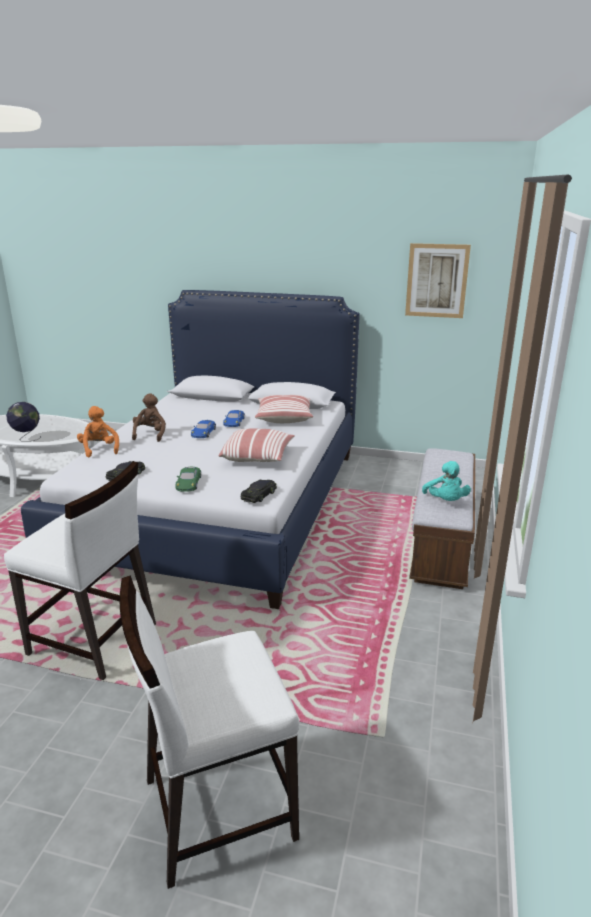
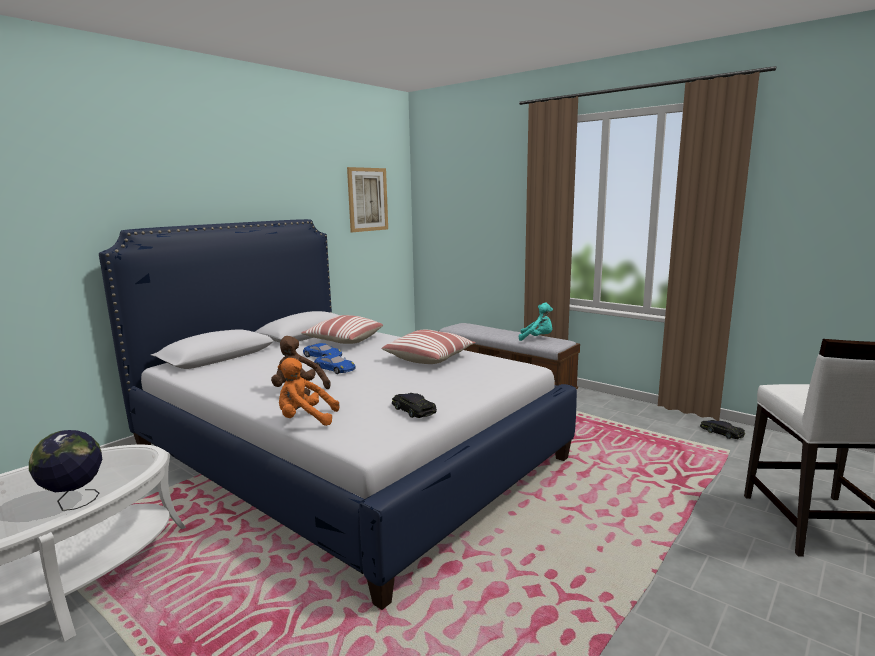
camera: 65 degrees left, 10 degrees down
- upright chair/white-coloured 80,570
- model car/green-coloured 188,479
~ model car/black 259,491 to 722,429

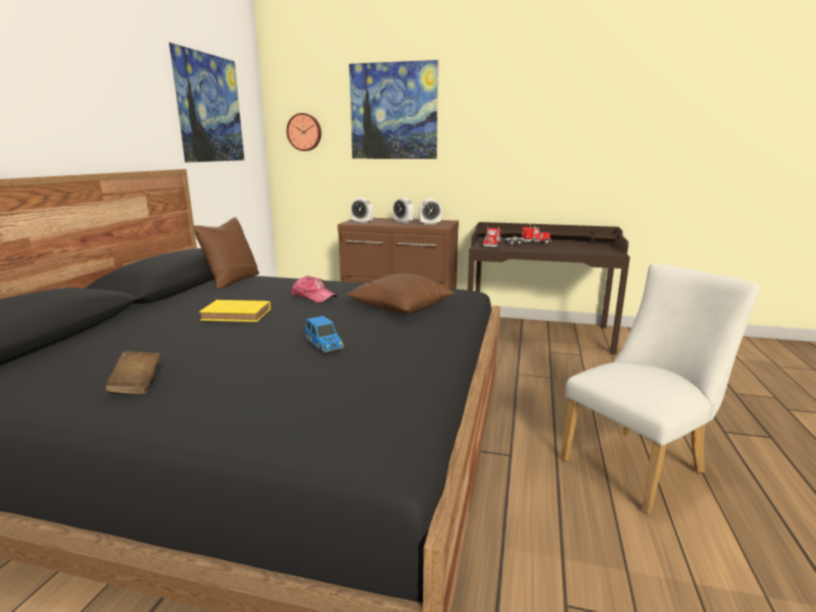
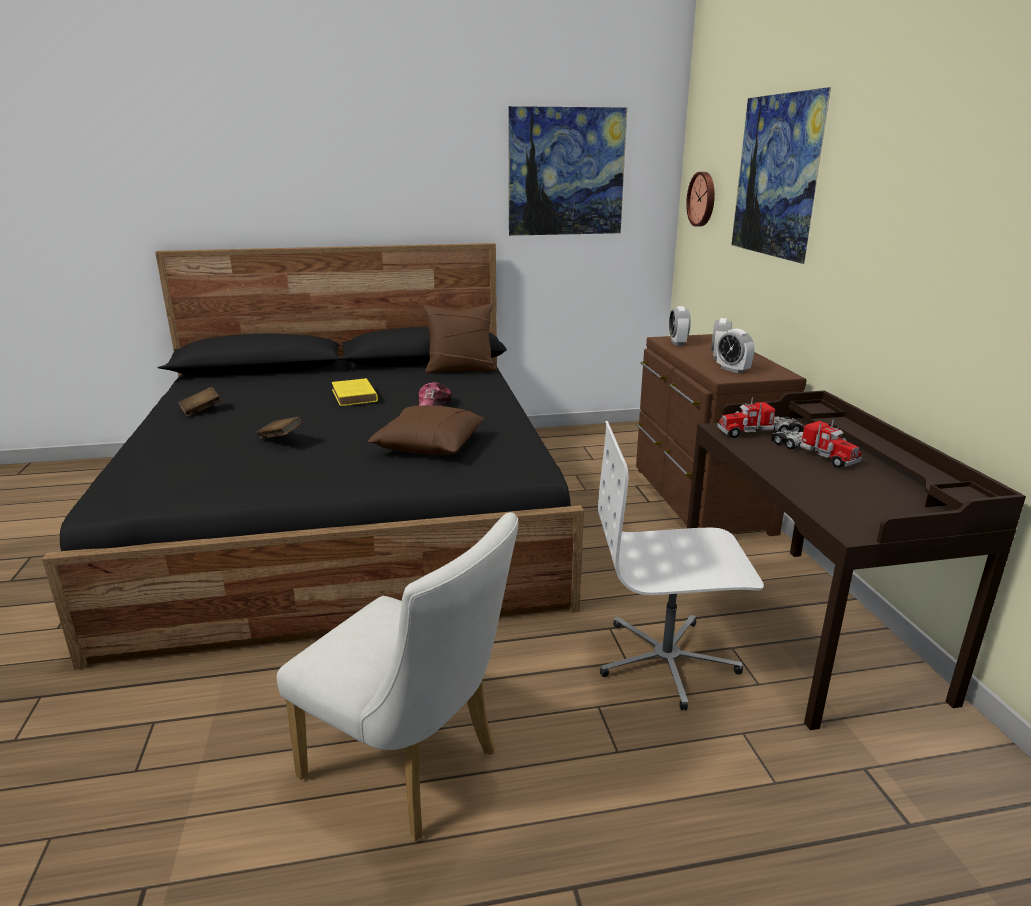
camera: 65 degrees right, 5 degrees up
+ computer chair/white-coloured 681,566
~ model car 324,334 to book/brown-coloured 279,427

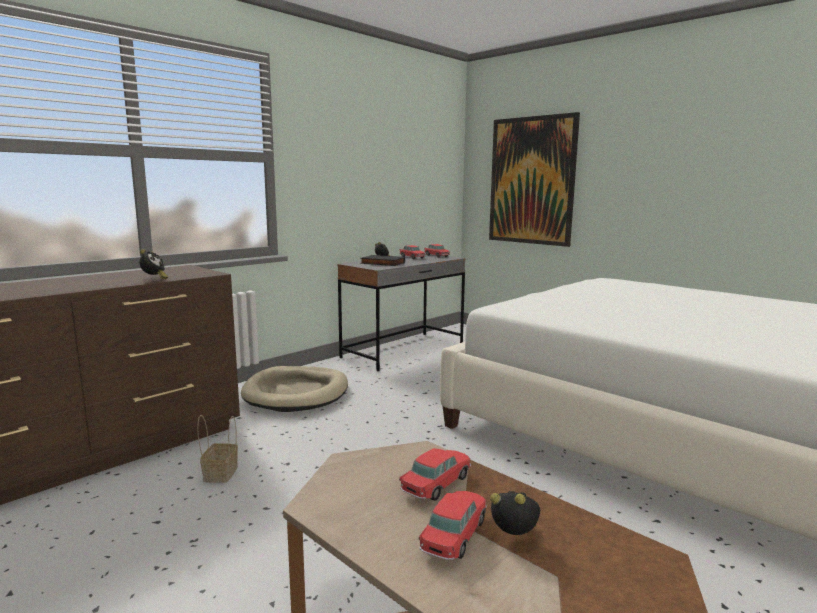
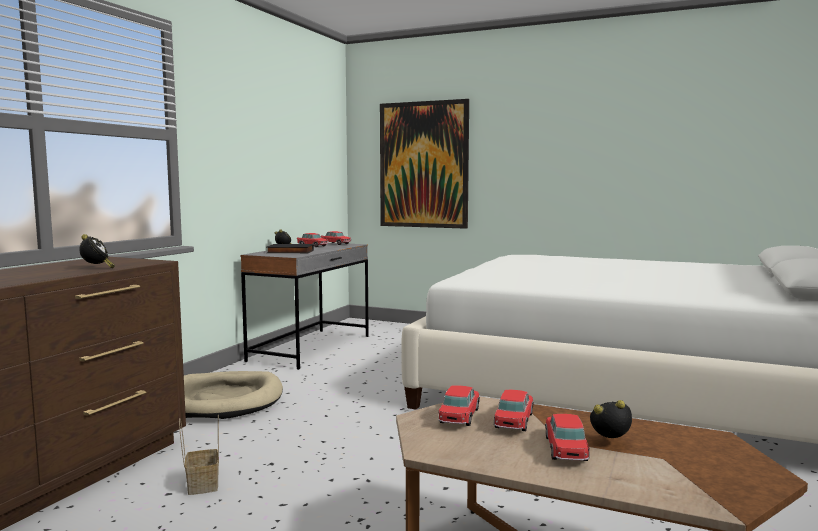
camera: 20 degrees left, 5 degrees down
+ model car 459,405

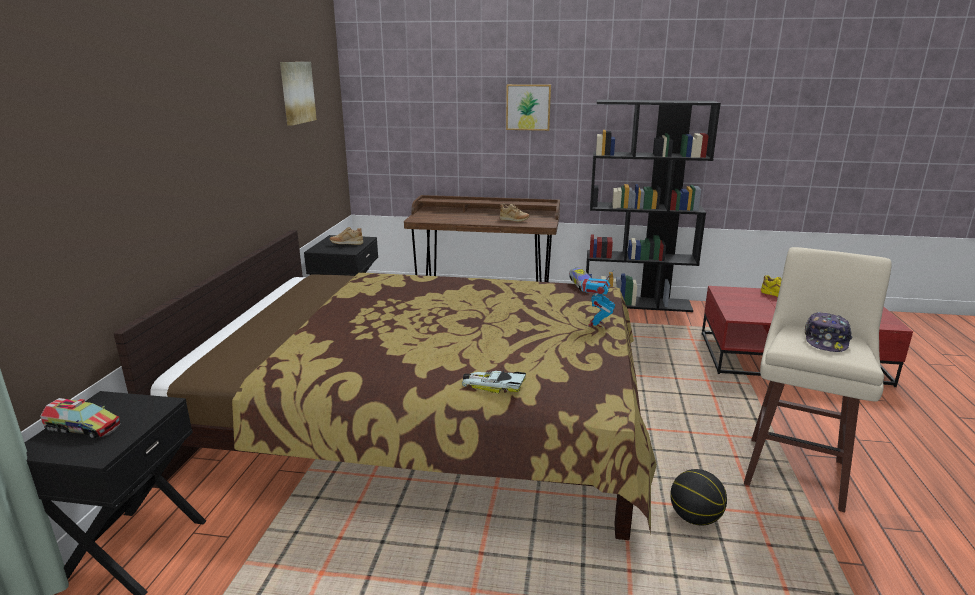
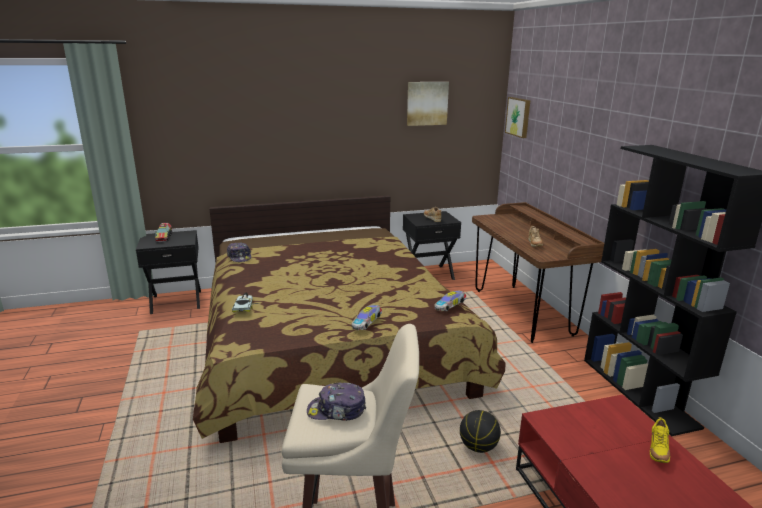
camera: 65 degrees right, 0 degrees up
+ peaked cap 239,252
~ picture 528,107 to 517,117
~ ball for basketball 698,497 to 480,431
~ model robot 597,299 to model car 366,317

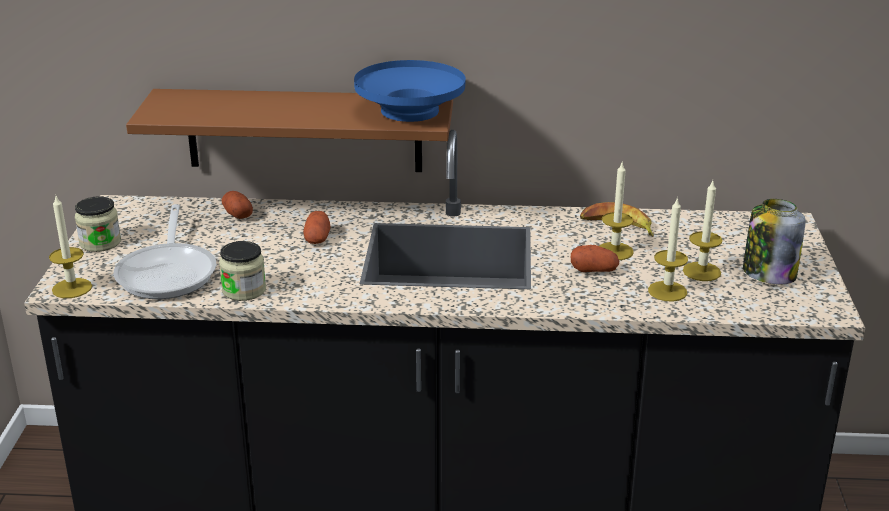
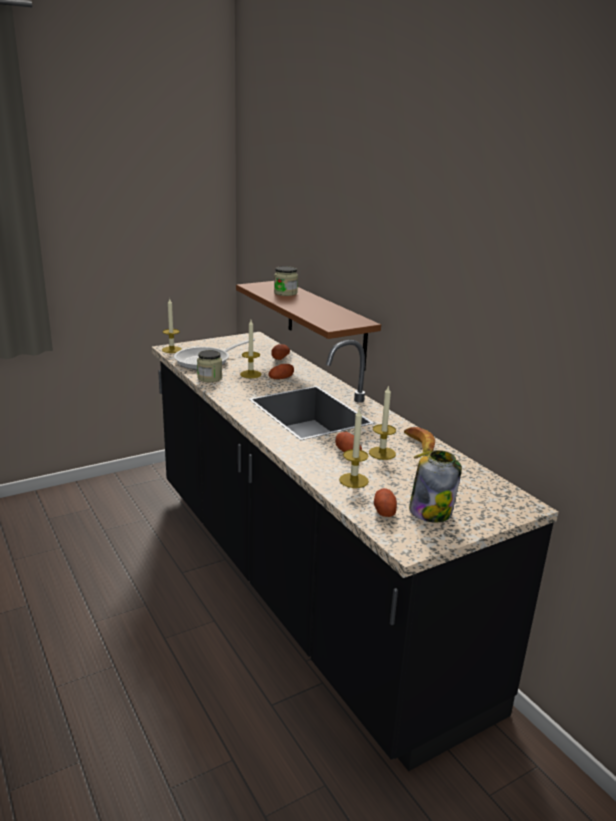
camera: 55 degrees right, 5 degrees down
- serving bowl/blue-coloured 410,91
+ whole potato 385,502
~ jar 98,224 to 286,281
~ candle 702,231 to 251,349

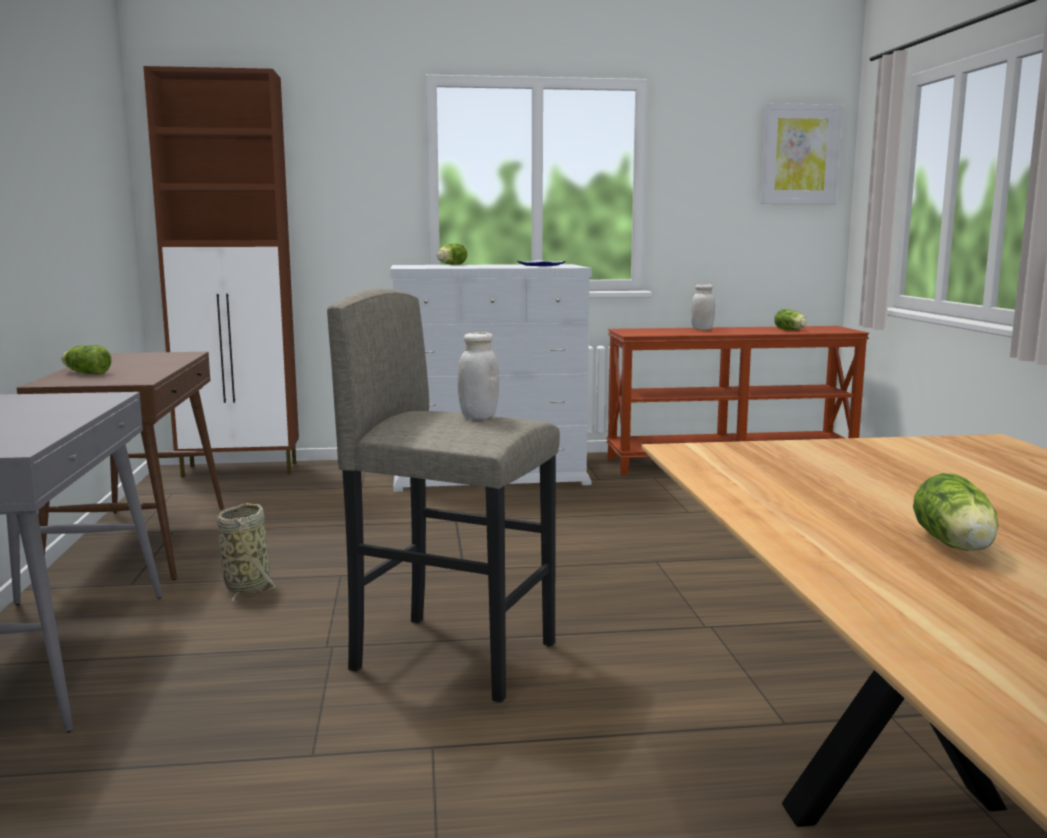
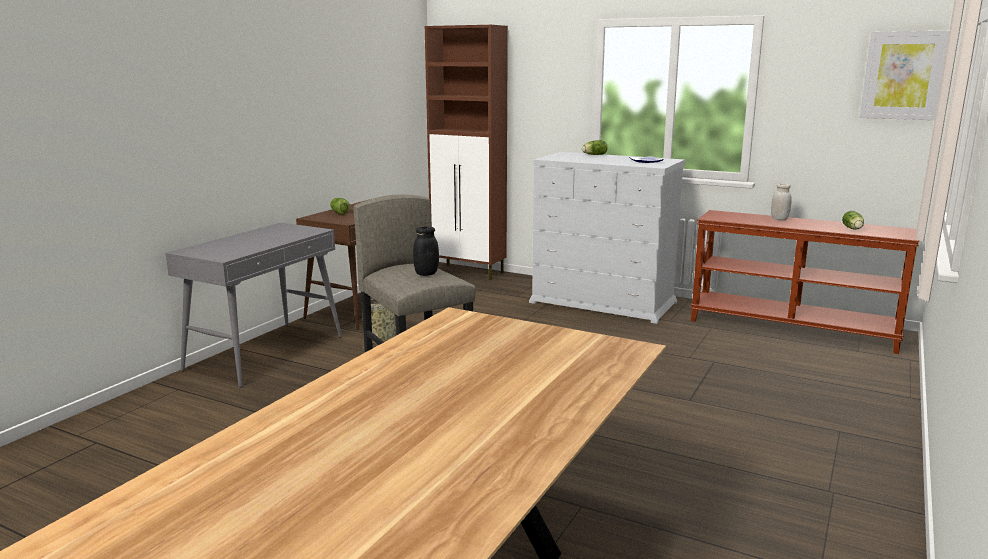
camera: 35 degrees right, 5 degrees up
- lettuce head 955,512
~ jar/white-coloured 478,375 to jar/black 426,251

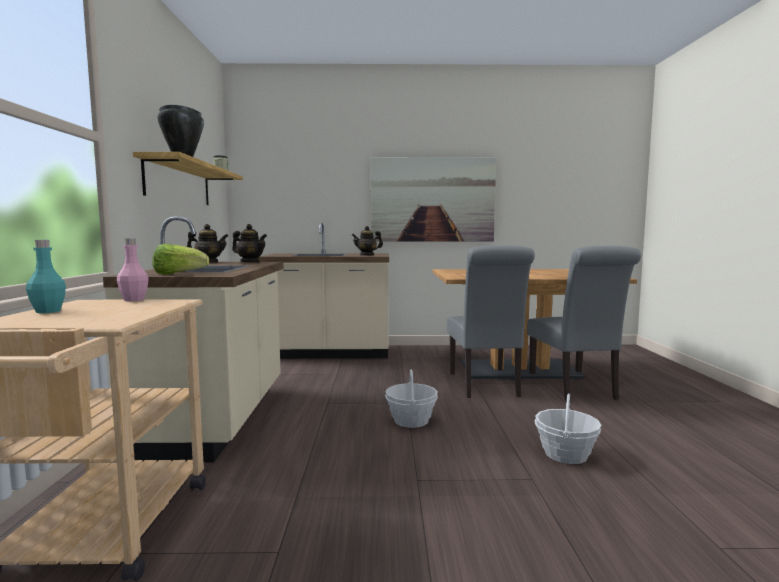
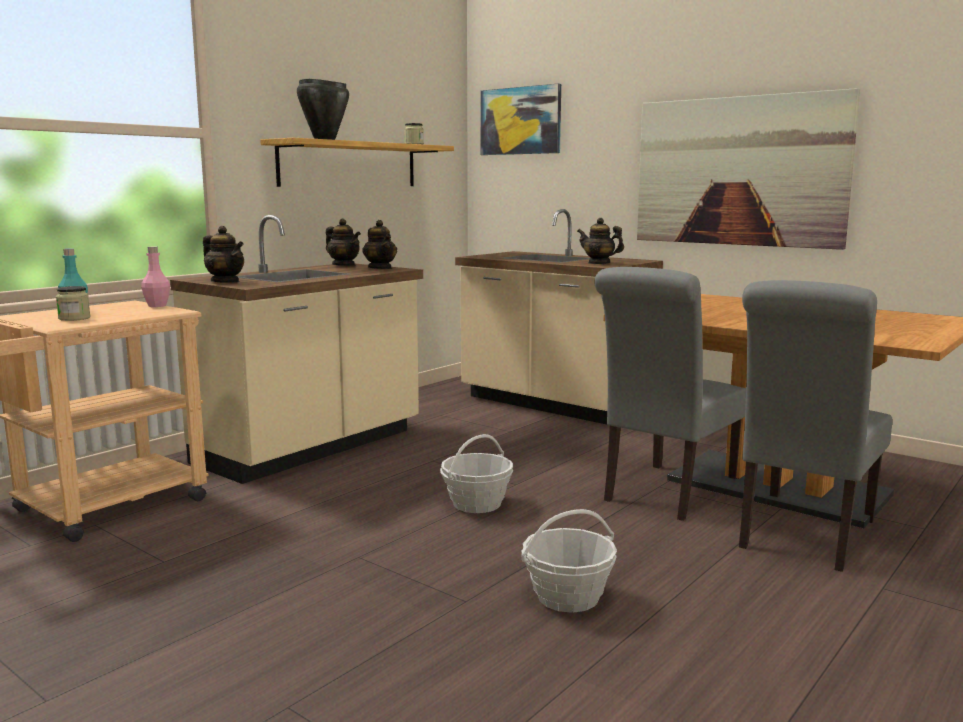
camera: 40 degrees right, 5 degrees up
+ jar 73,303
+ picture 520,119
~ lettuce head 180,259 to tea pot 223,254

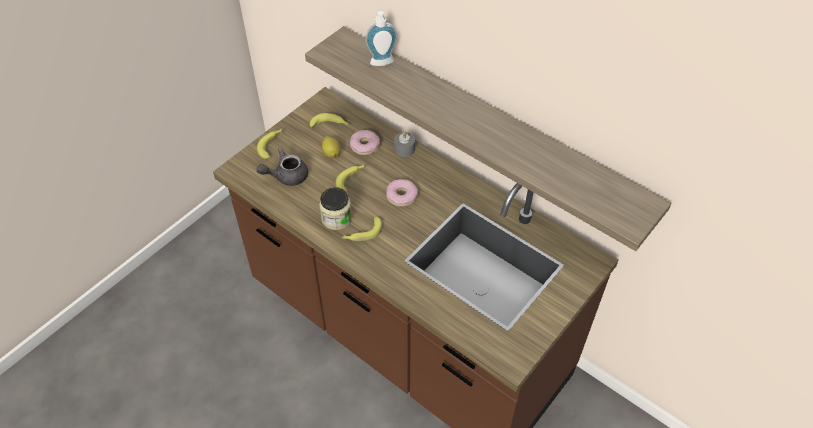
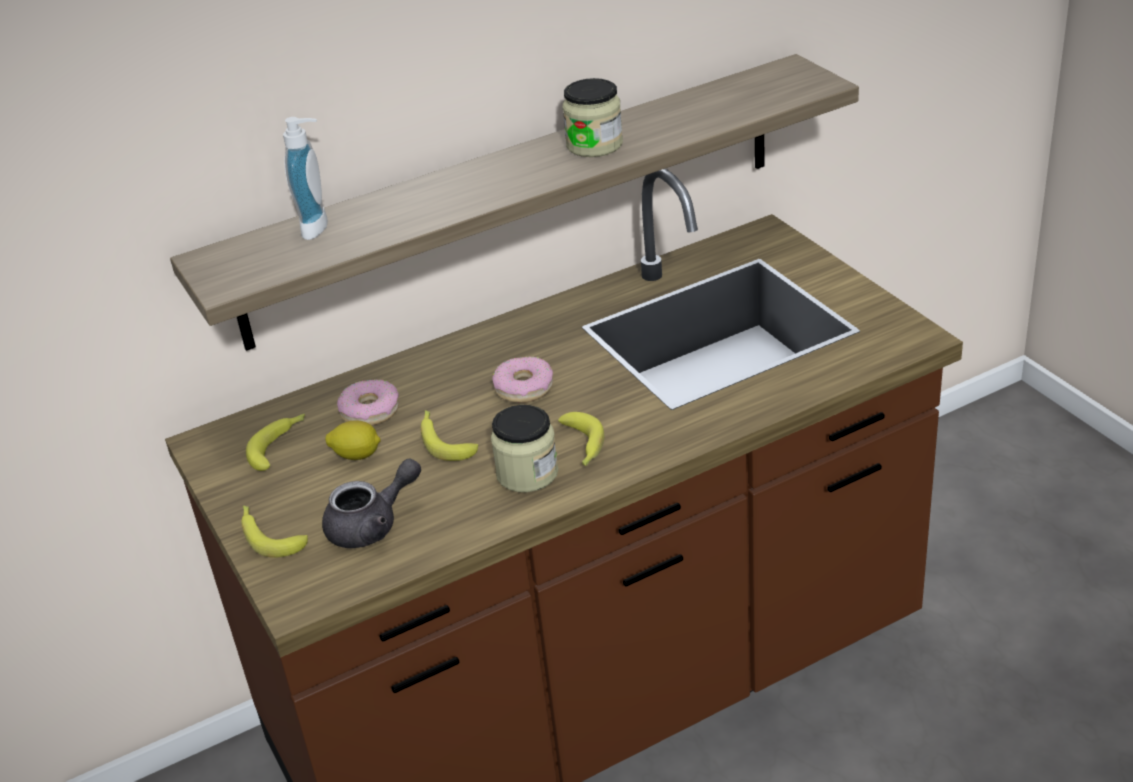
camera: 65 degrees left, 15 degrees down
- candle/grey 404,144
+ jar 593,117
~ tea pot/grey 282,167 = 371,503 120 degrees counterclockwise

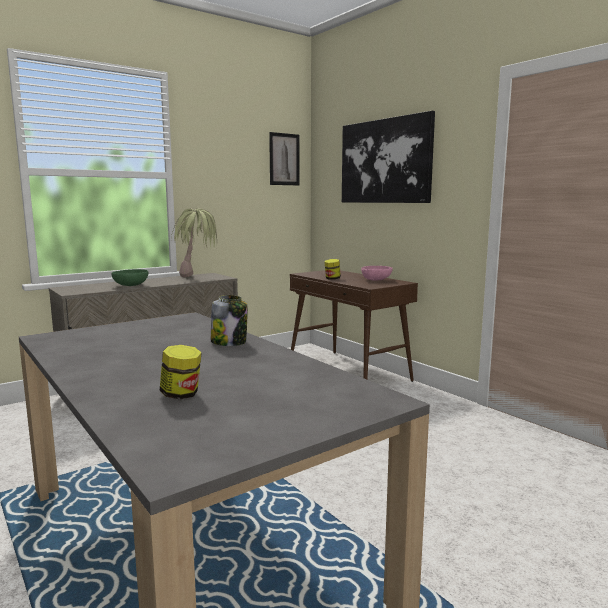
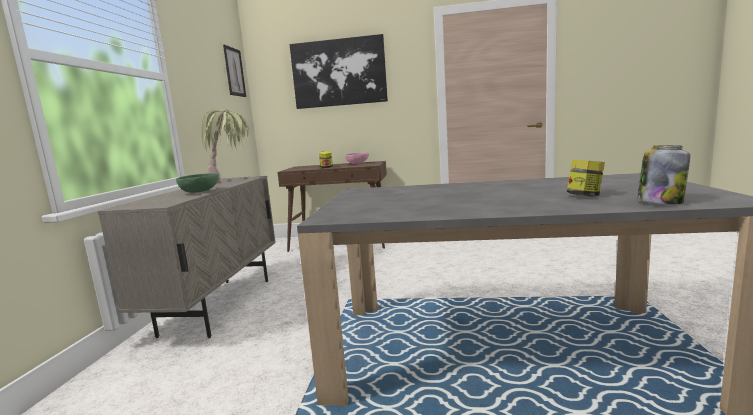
camera: 45 degrees left, 0 degrees up
~ jar 229,320 to 664,174

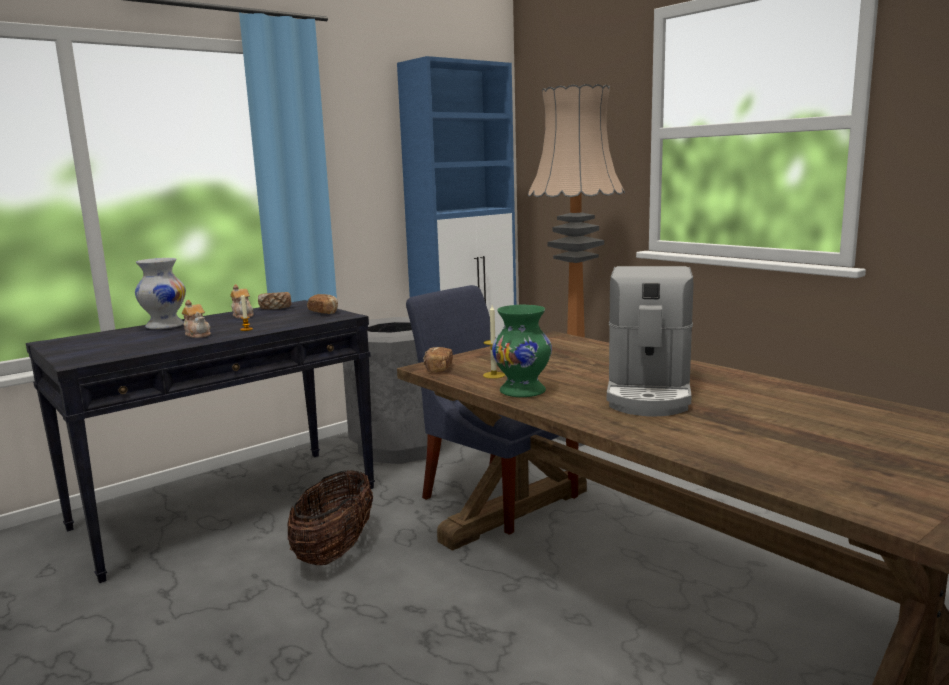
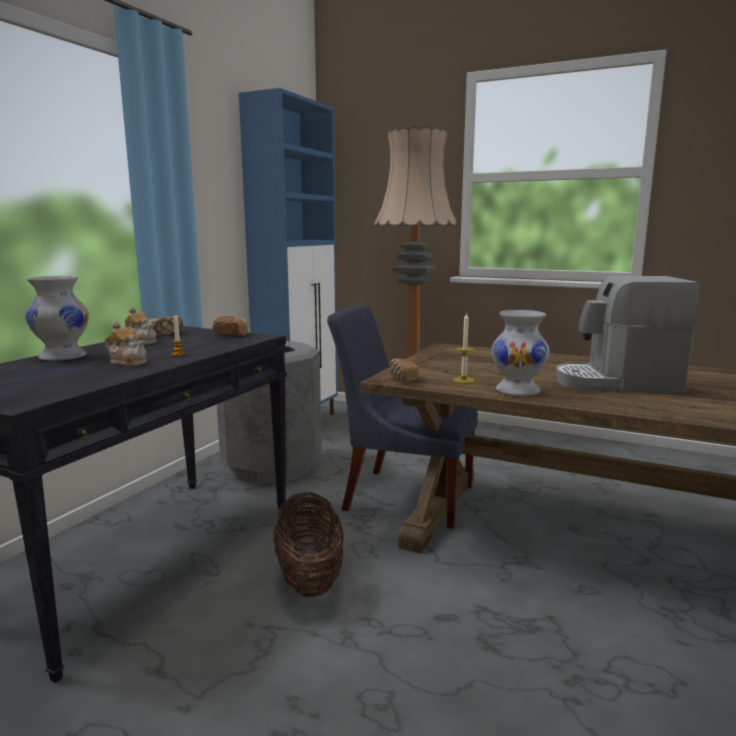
camera: 25 degrees left, 0 degrees up
~ flower vase/green-coloured 522,351 to flower vase/white-coloured 520,353
~ coffee maker 650,341 = 628,334 105 degrees clockwise

